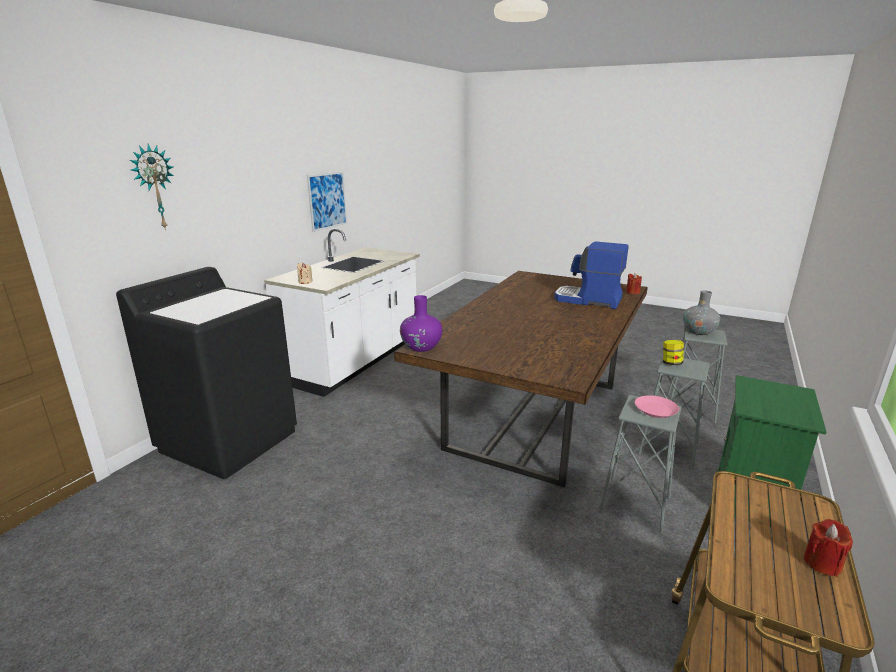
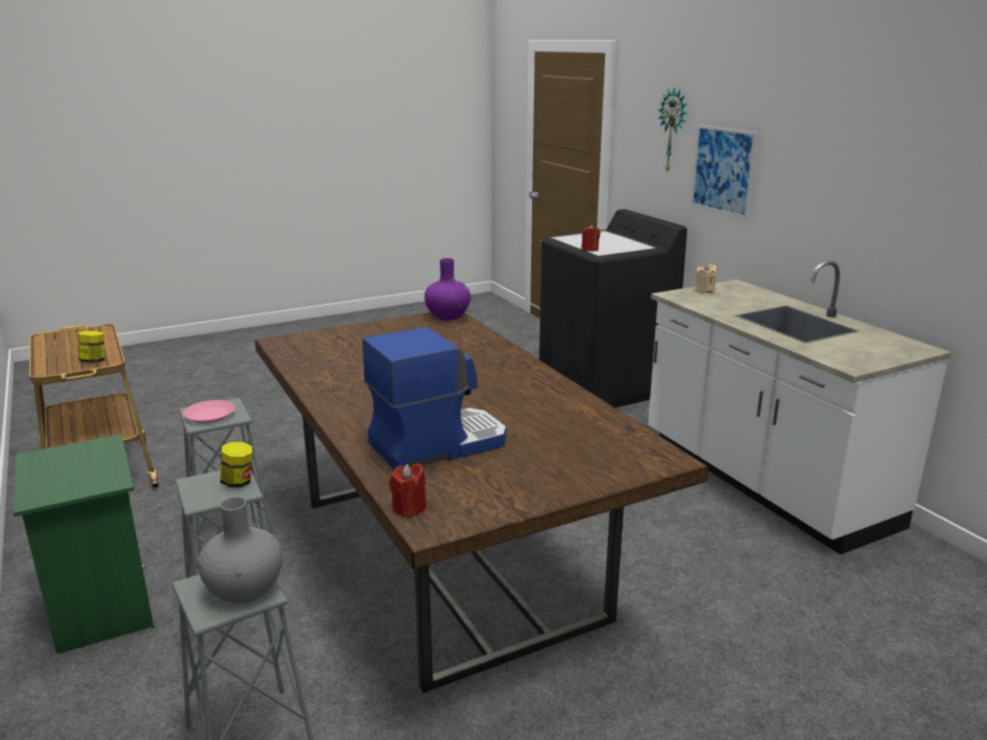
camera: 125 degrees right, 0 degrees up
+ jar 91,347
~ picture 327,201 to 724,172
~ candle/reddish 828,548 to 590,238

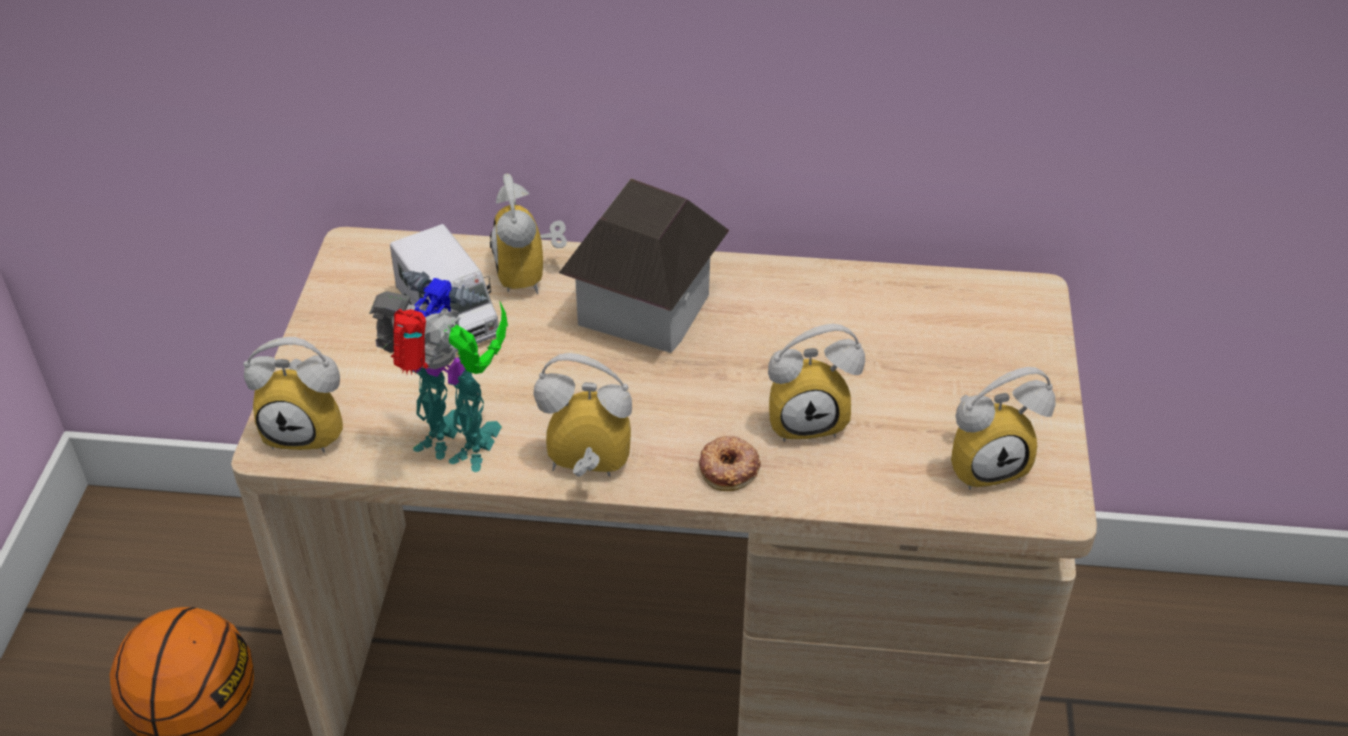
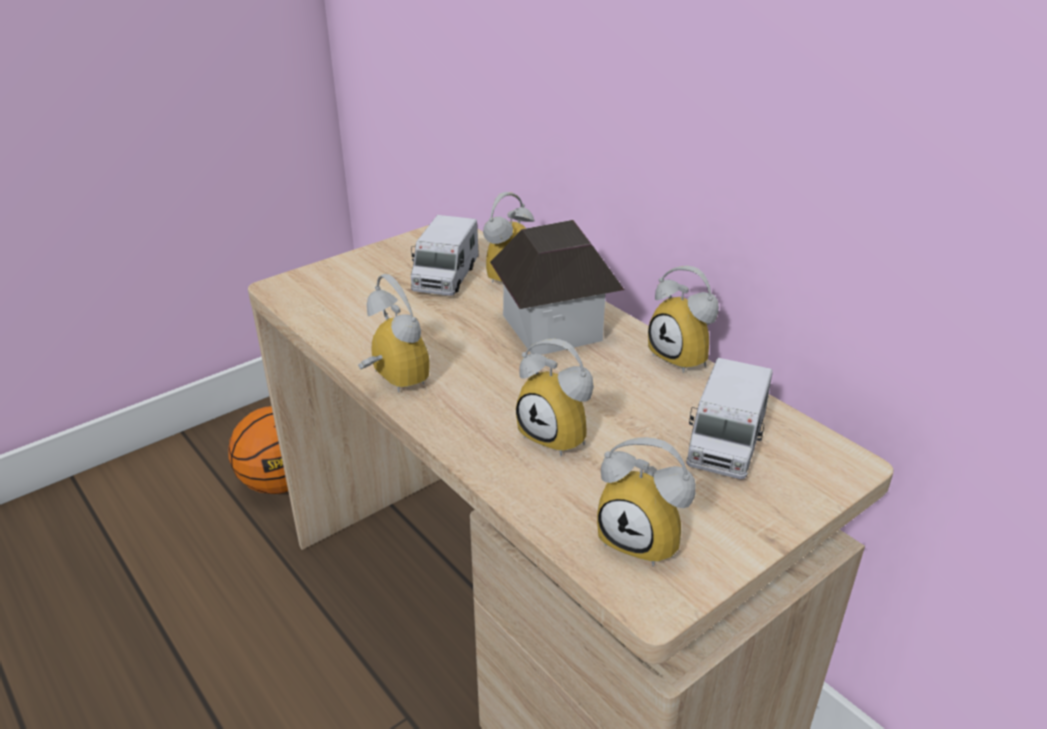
camera: 45 degrees right, 10 degrees down
- model robot 438,371
- doughnut 730,463
+ model truck 729,418
~ alarm clock 293,395 to 683,319

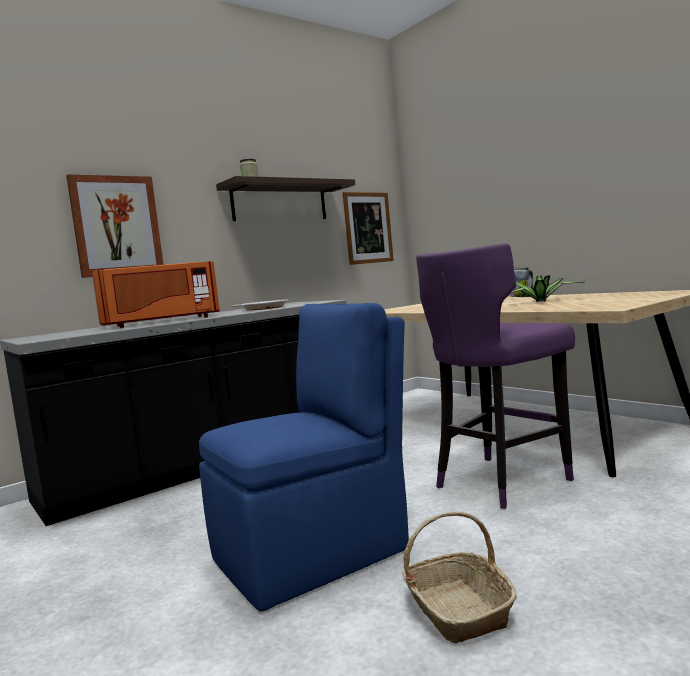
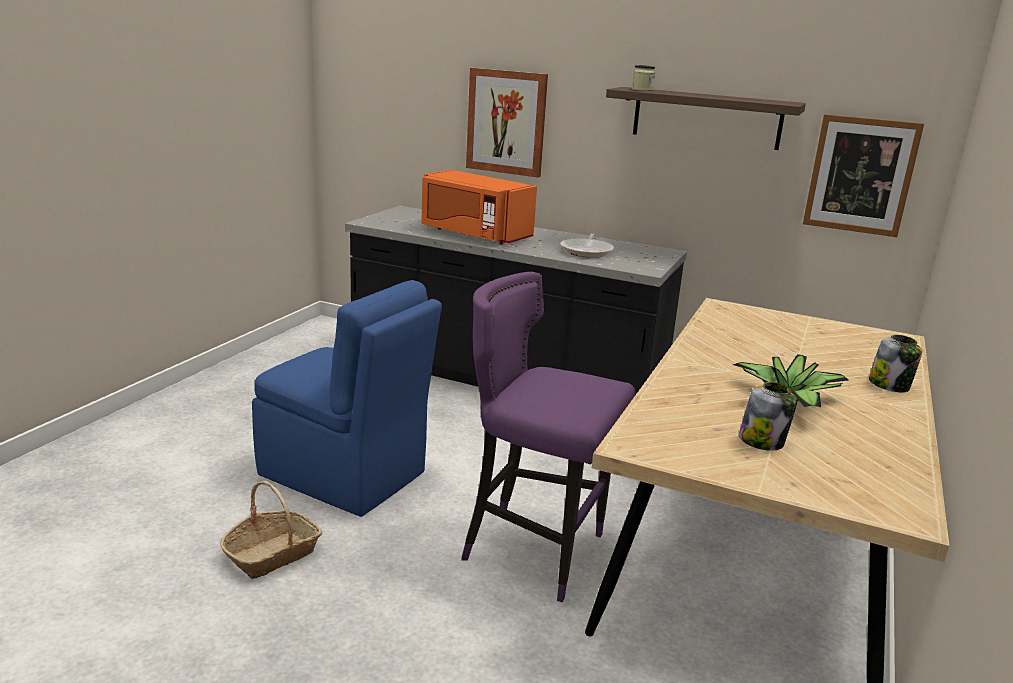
camera: 60 degrees right, 15 degrees up
+ jar 768,416

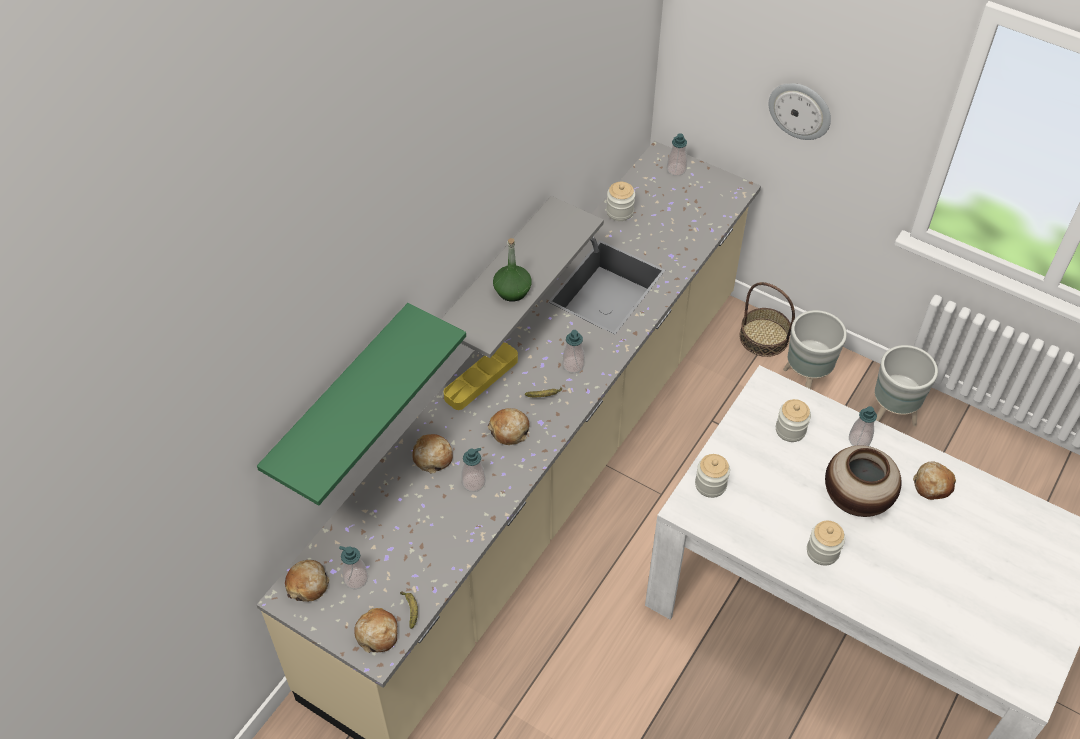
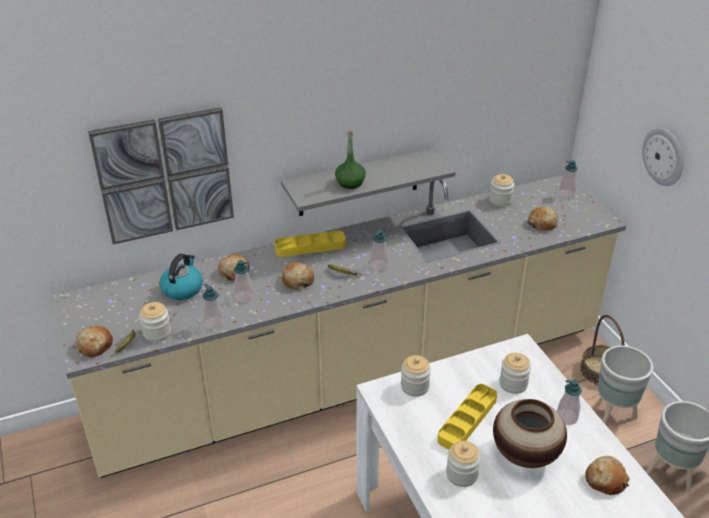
camera: 35 degrees right, 15 degrees down
+ jar 155,322
+ kettle 181,277
+ tray/yellowish 467,417
~ bakery bread 307,581 to 543,219
~ soap dispenser 353,567 to 213,307
~ shelf/green-coloured 361,404 to picture 161,176

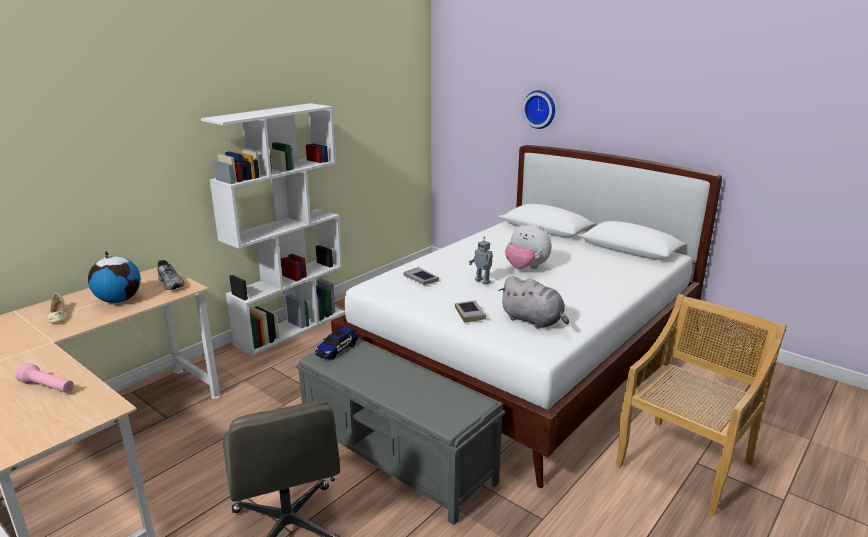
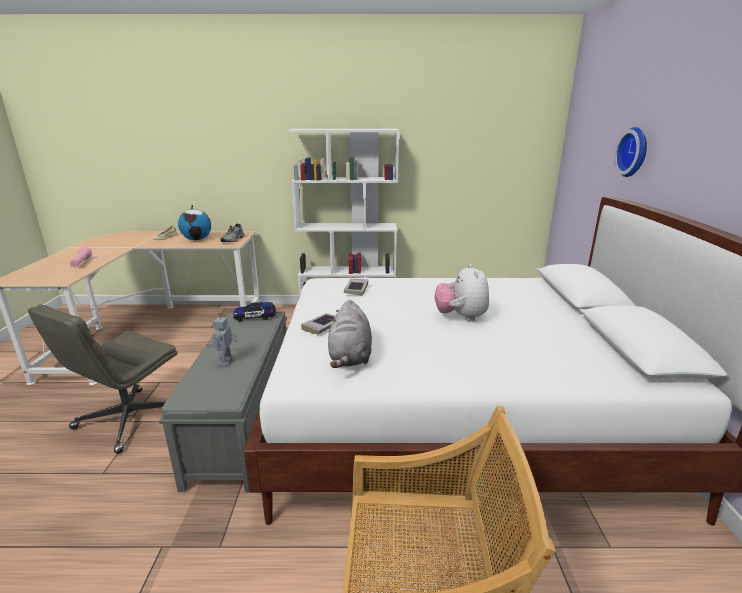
camera: 50 degrees right, 0 degrees up
~ model robot 481,261 to 221,340

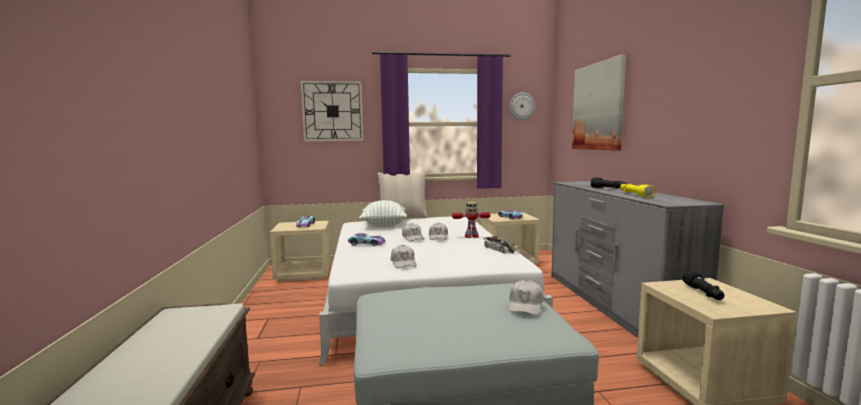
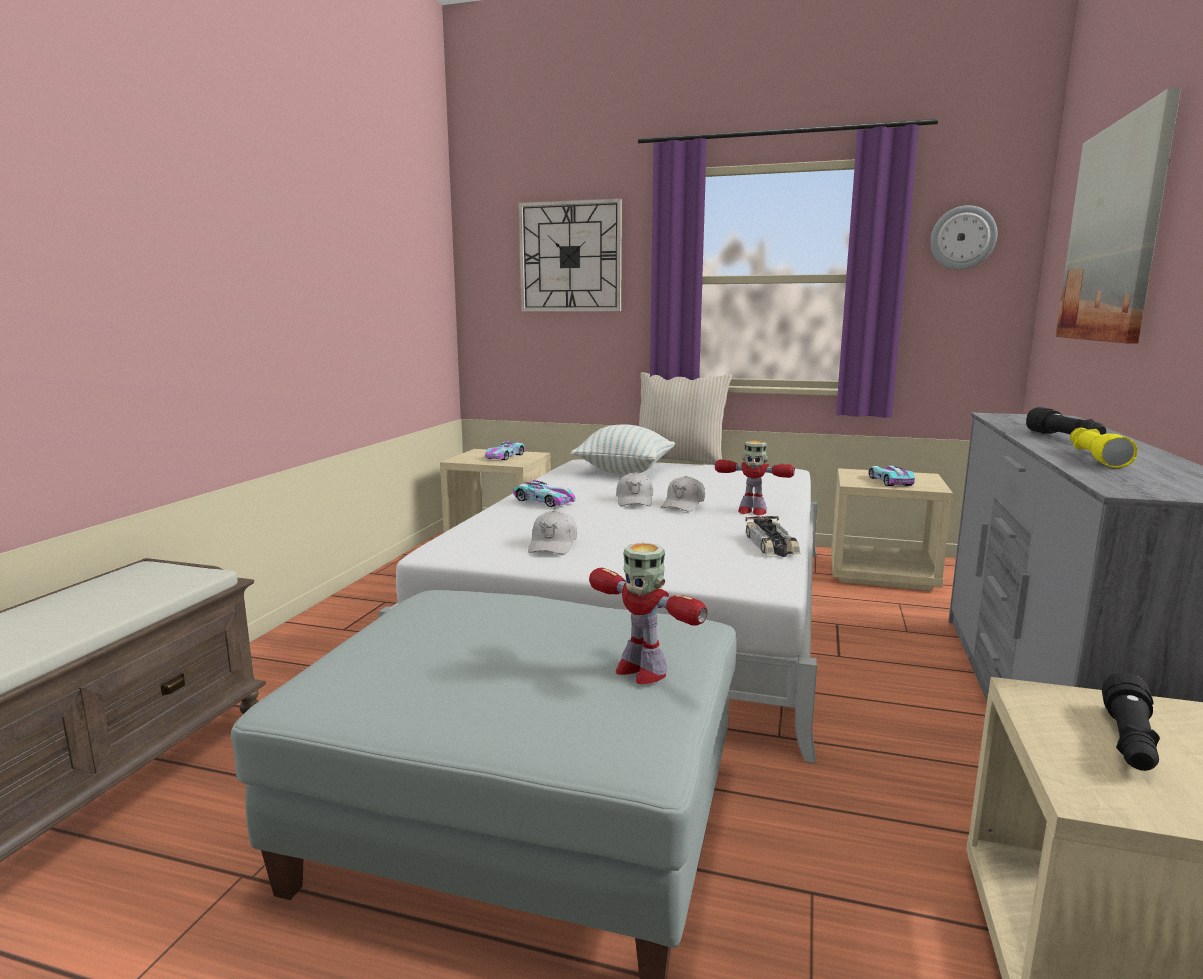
camera: 25 degrees right, 5 degrees up
~ peaked cap/white-coloured 525,297 to model robot 648,613

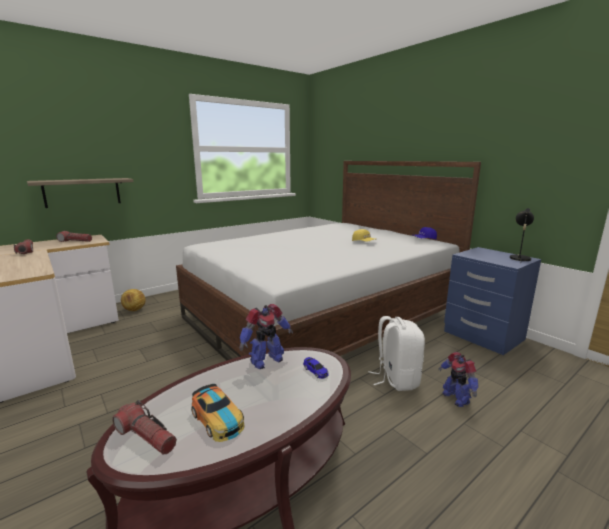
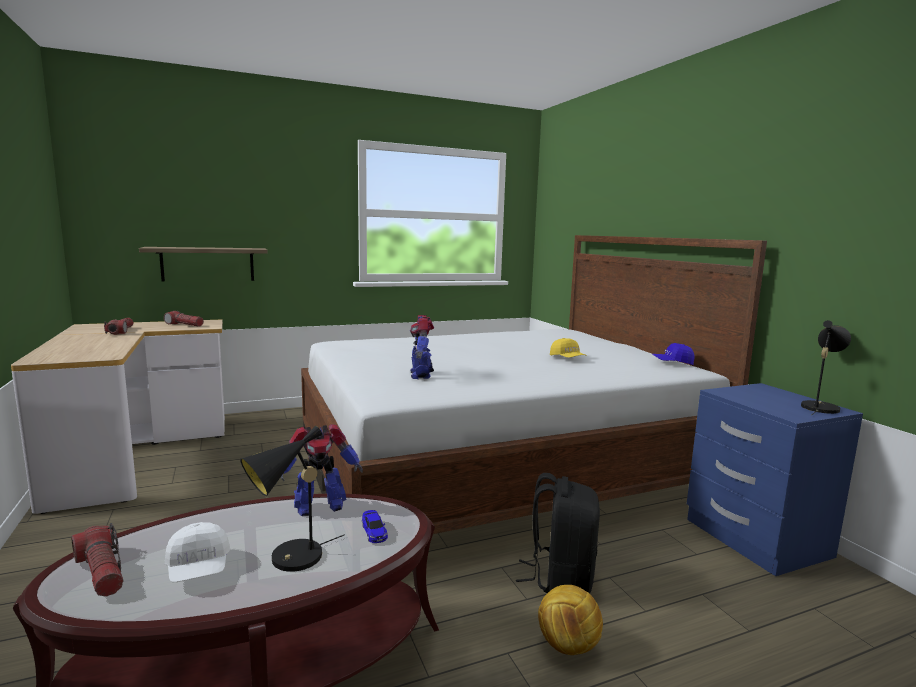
camera: 15 degrees right, 5 degrees down
+ tabletop lamp/black 292,499
~ football 133,300 to 570,620
~ model robot 458,379 to 422,347
~ model car 217,413 to peaked cap/white-coloured 197,552
~ rucksack/white-coloured 396,353 to rucksack/black 558,533

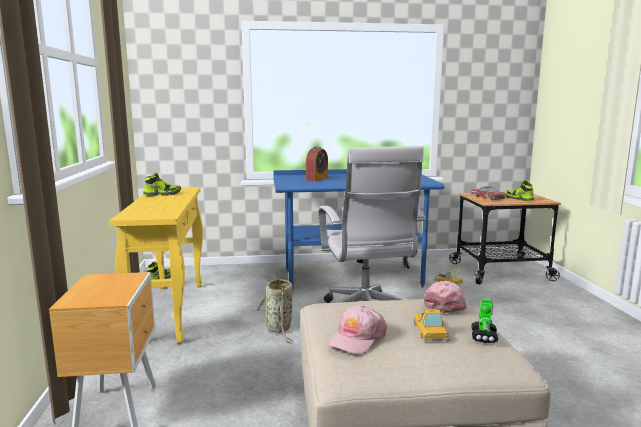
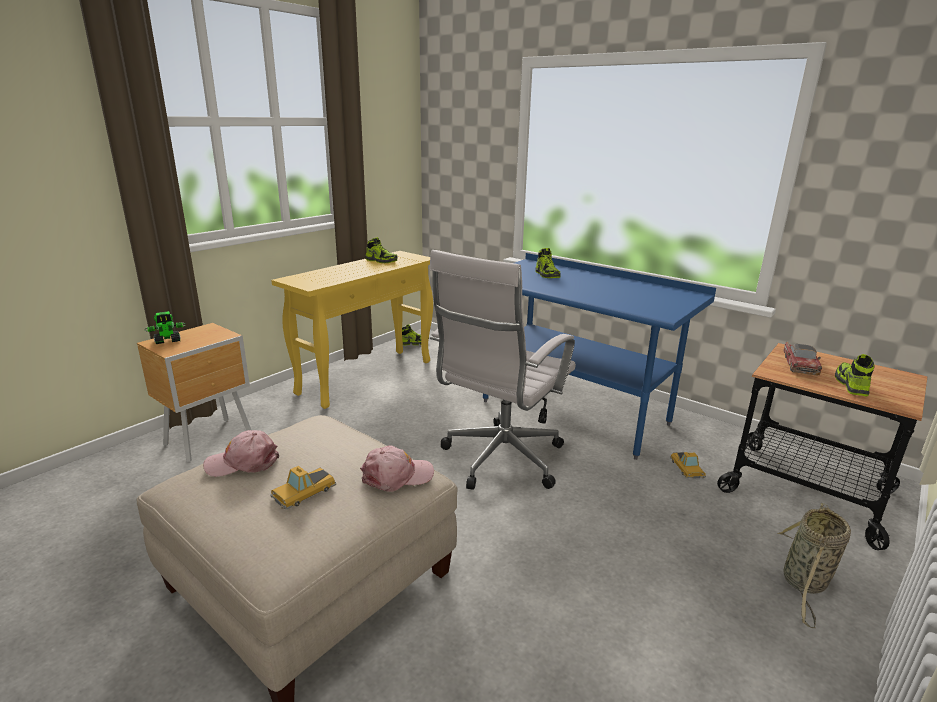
camera: 45 degrees right, 10 degrees up
~ household basket 274,310 to 814,565
~ model robot 484,320 to 165,327
~ alarm clock 317,164 to item of footwear 547,263

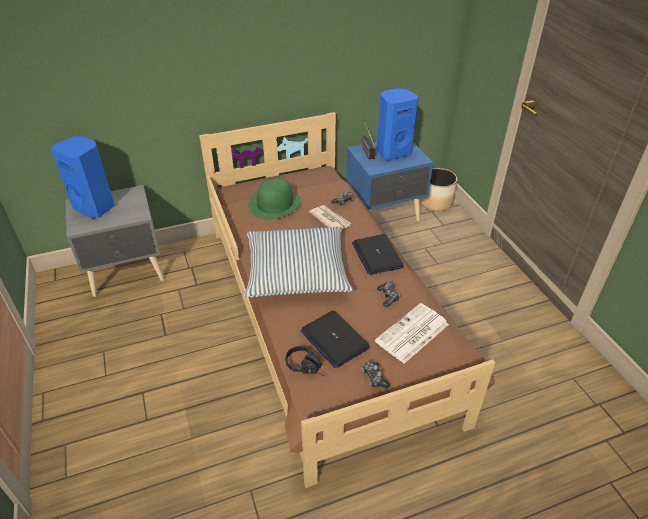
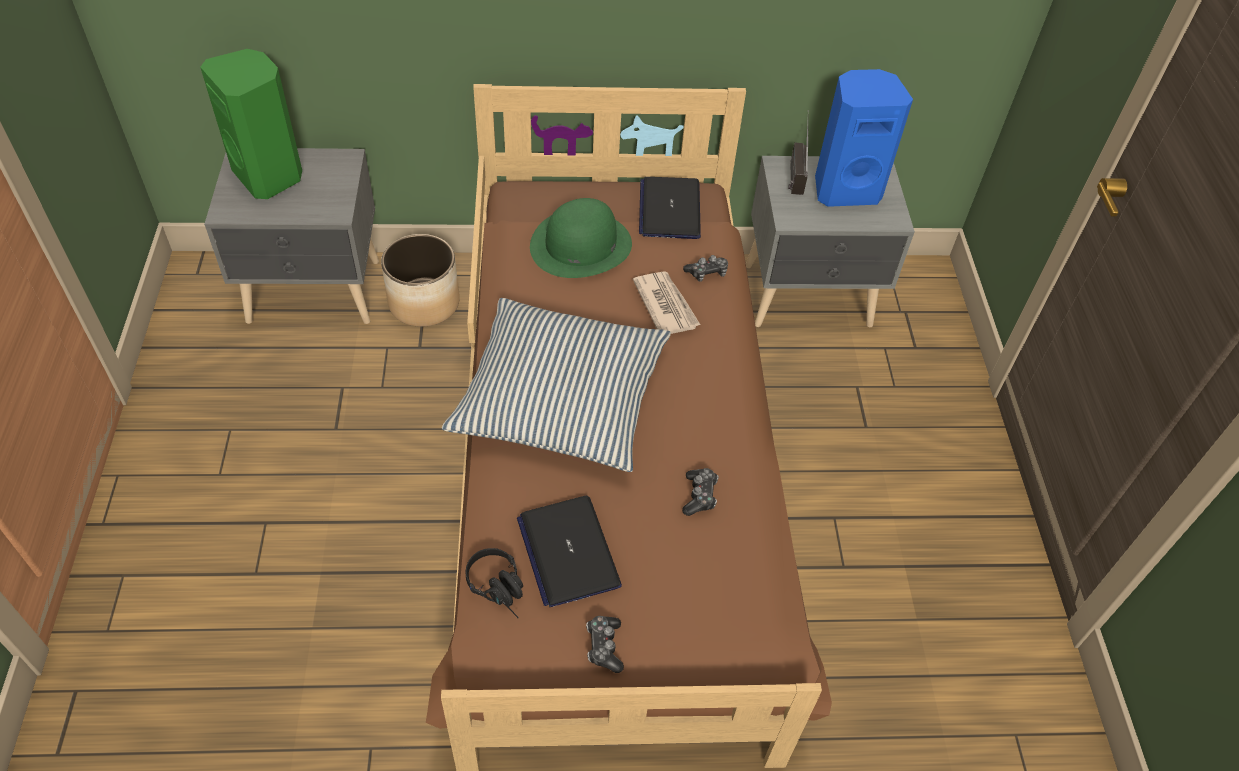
camera: 15 degrees right, 10 degrees up
- newspaper 412,333
~ portable computer 378,254 to 670,208
~ planter 438,189 to 420,280
~ speaker/blue-coloured 82,177 to speaker/green-coloured 251,124
~ nightstand/blue-coloured 389,182 to nightstand/grey 830,241

